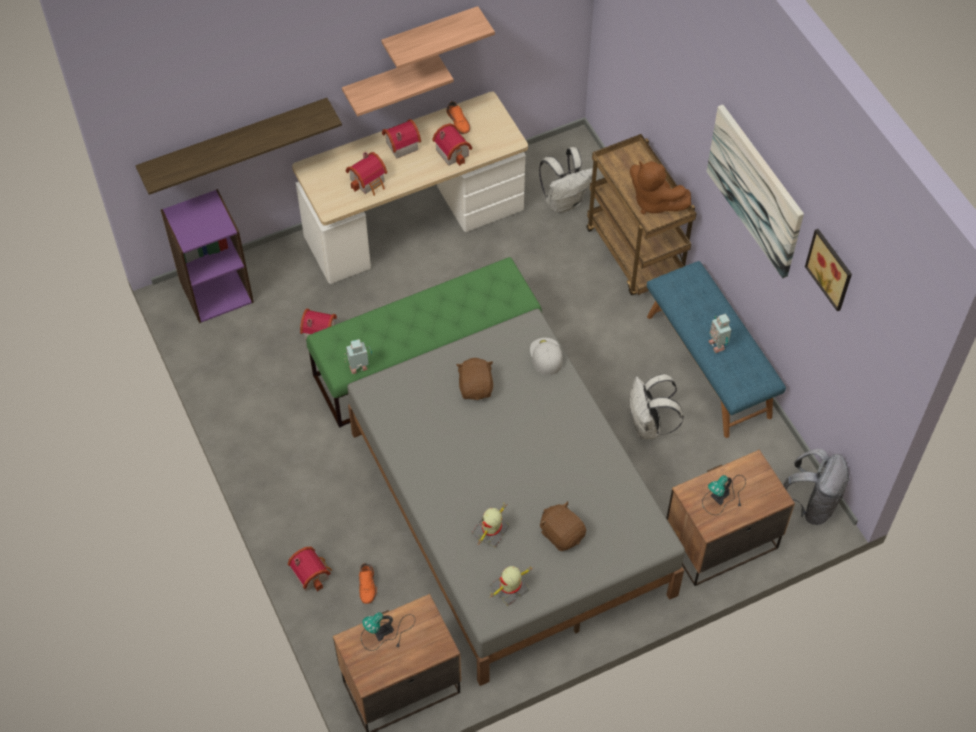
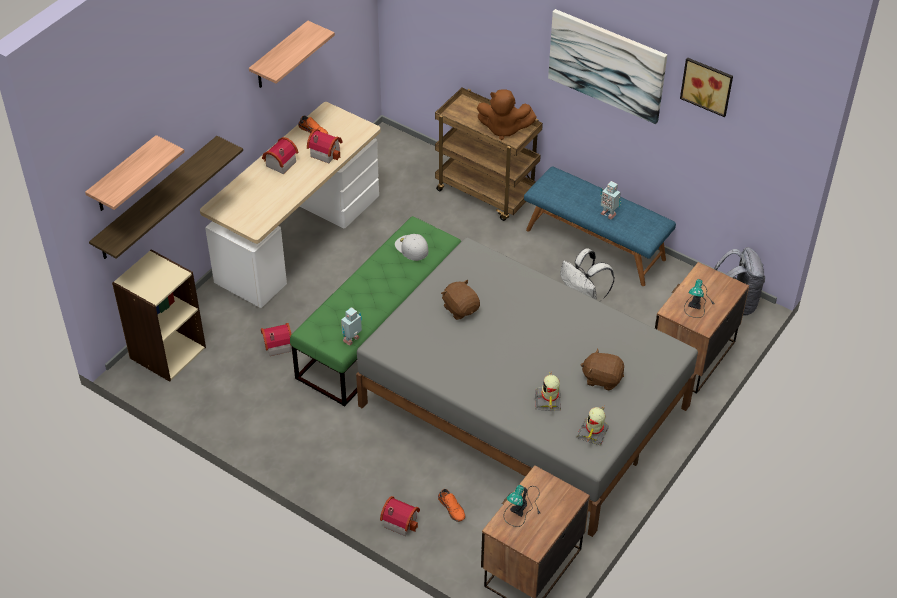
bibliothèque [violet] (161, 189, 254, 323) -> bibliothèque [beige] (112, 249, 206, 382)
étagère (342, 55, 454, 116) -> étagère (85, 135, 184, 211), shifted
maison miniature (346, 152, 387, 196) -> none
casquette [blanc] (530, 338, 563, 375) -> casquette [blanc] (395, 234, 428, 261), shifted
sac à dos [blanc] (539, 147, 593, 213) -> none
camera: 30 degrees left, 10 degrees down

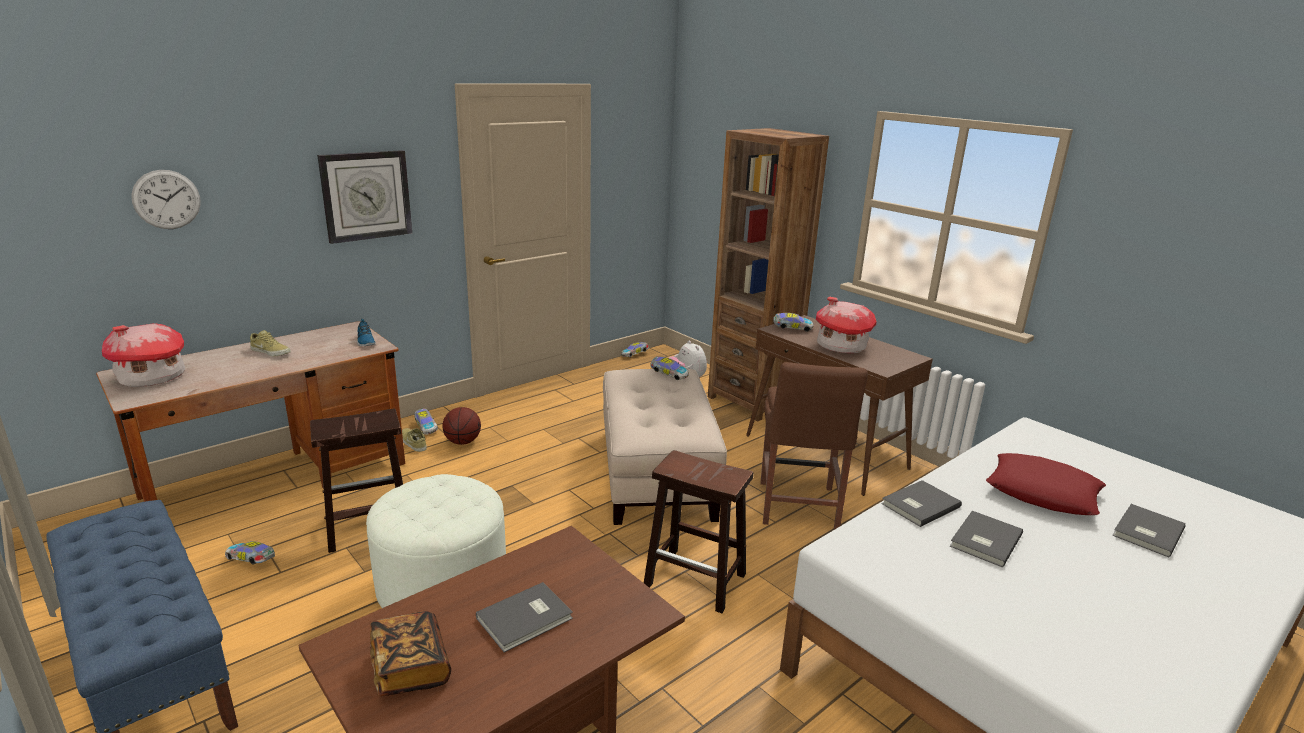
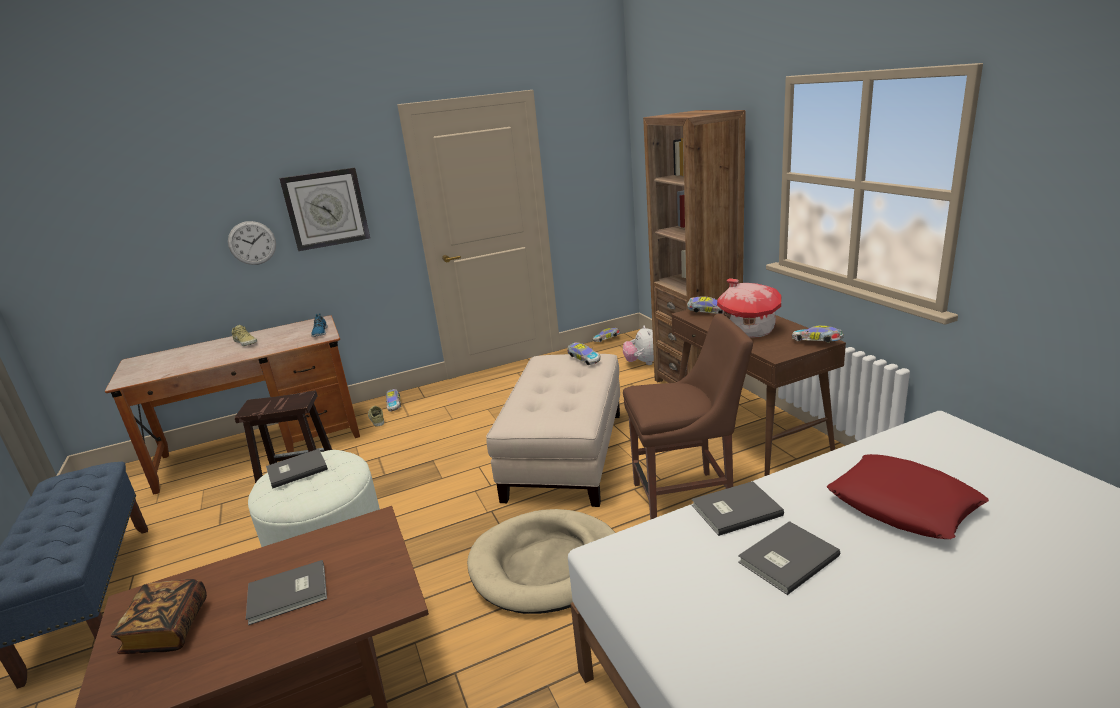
maison miniature (102, 323, 185, 387) -> none
horloge murale (131, 170, 201, 229) -> horloge murale (228, 221, 276, 265), shifted
petite voiture (225, 541, 275, 565) -> petite voiture (792, 325, 844, 343), shifted
ballon de basket (442, 407, 481, 445) -> none
tabouret [marron] (644, 450, 753, 613) -> panier pour chien [beige] (467, 509, 615, 614)
chaise [marron] (761, 362, 868, 530) -> chaise [marron] (623, 314, 753, 520), 120 degrees counterclockwise
livre [gris] (1112, 504, 1185, 557) -> livre [gris] (266, 449, 328, 489), shifted
camera: 20 degrees right, 0 degrees up

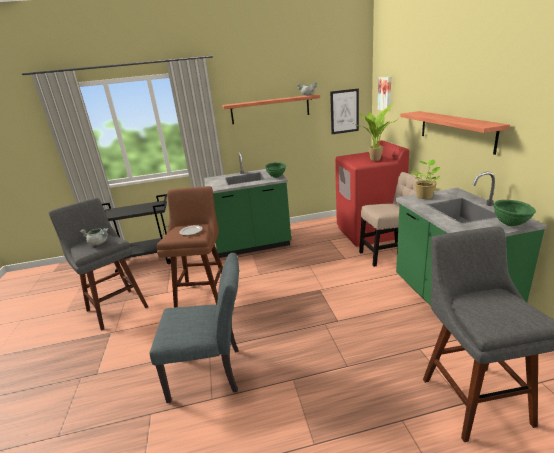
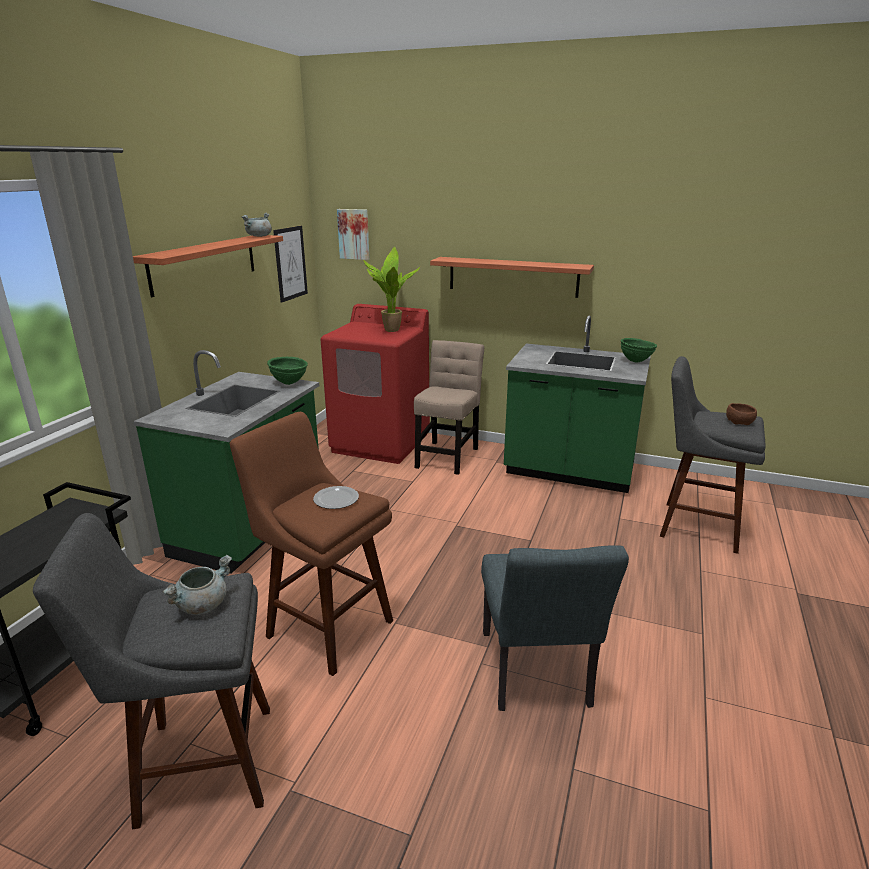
chaise [gris] (150, 253, 239, 403) -> chaise [gris] (481, 545, 629, 711), 150 degrees clockwise
plante en pot (411, 160, 440, 199) -> none
none -> bol [marron] (726, 403, 757, 425)
camera: 60 degrees left, 0 degrees up

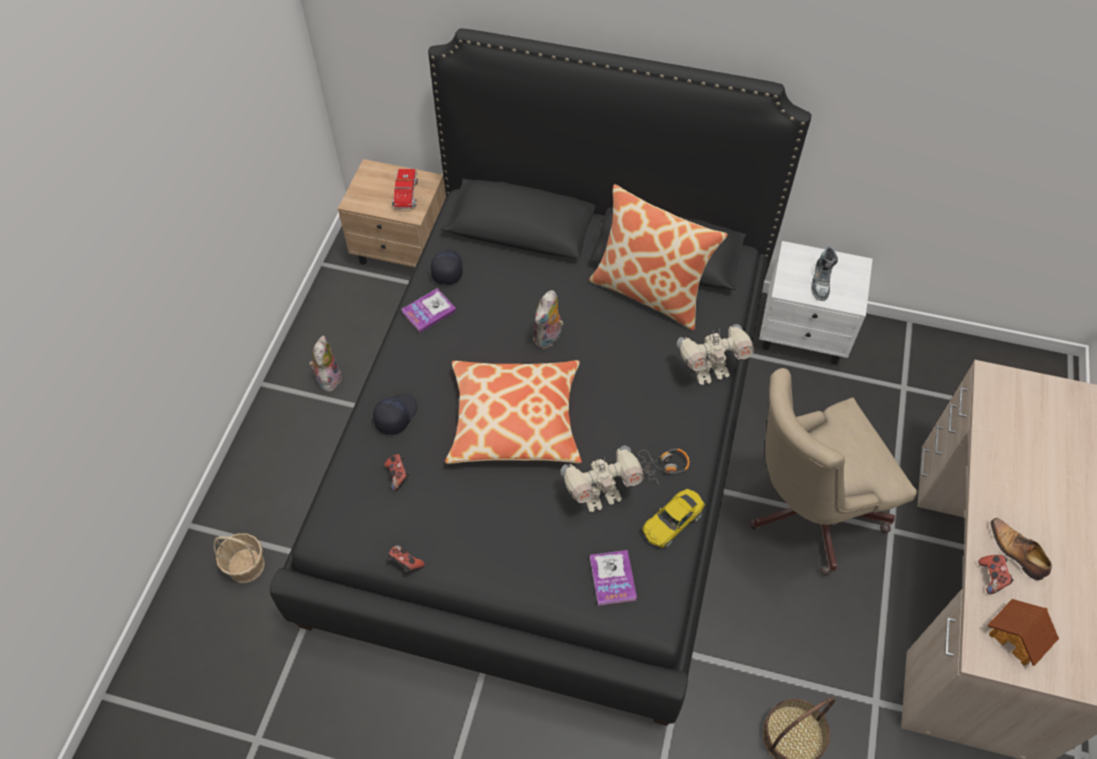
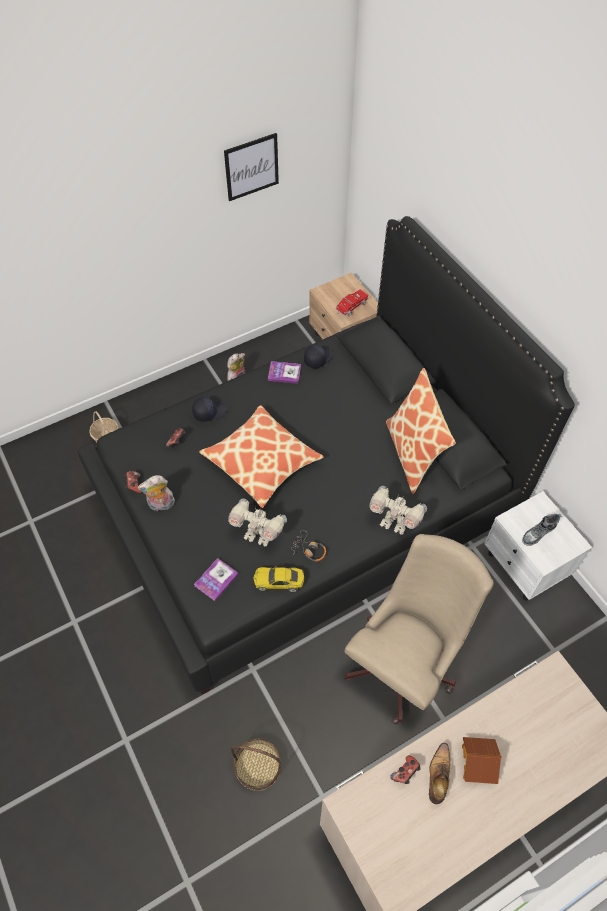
peluche (533, 290, 563, 349) -> peluche (137, 475, 175, 511), shifted
chaise de bureau [beige] (750, 368, 917, 576) -> chaise de bureau [beige] (343, 534, 494, 725), 105 degrees clockwise
maison miniature (988, 599, 1059, 666) -> maison miniature (462, 737, 502, 784), shifted
none -> tableau (224, 133, 279, 201)
camera: 45 degrees right, 0 degrees up

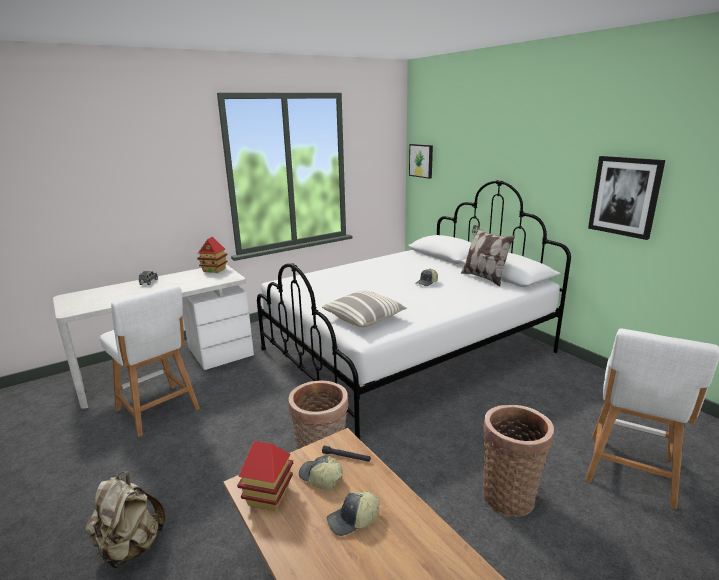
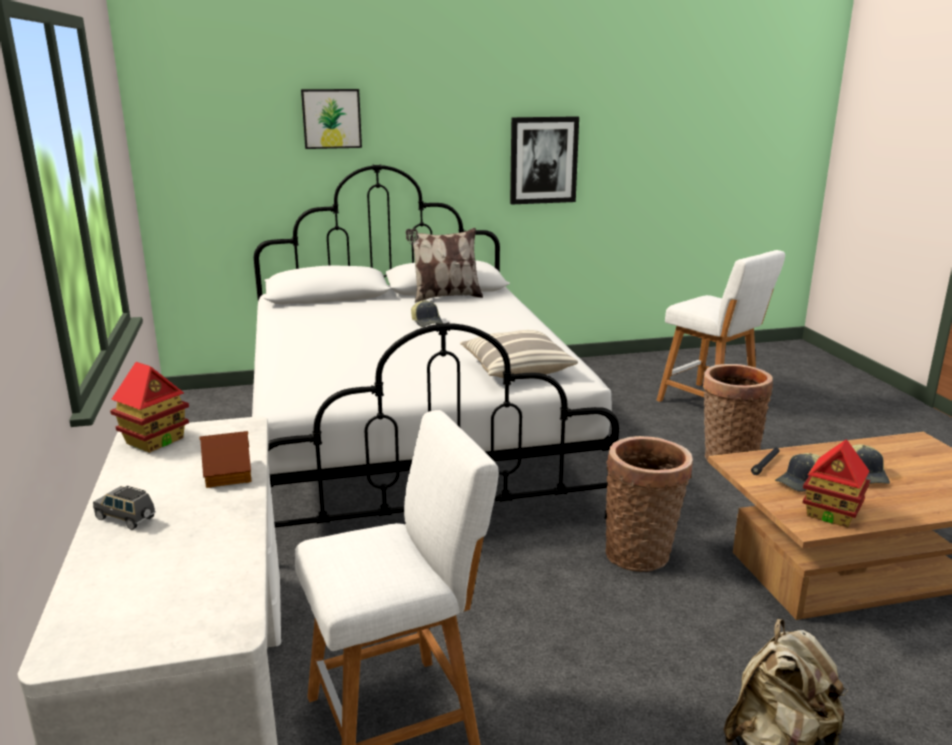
tableau (409, 144, 433, 179) -> tableau (301, 89, 362, 149), shifted
none -> maison miniature (199, 431, 252, 488)
camera: 70 degrees left, 0 degrees up

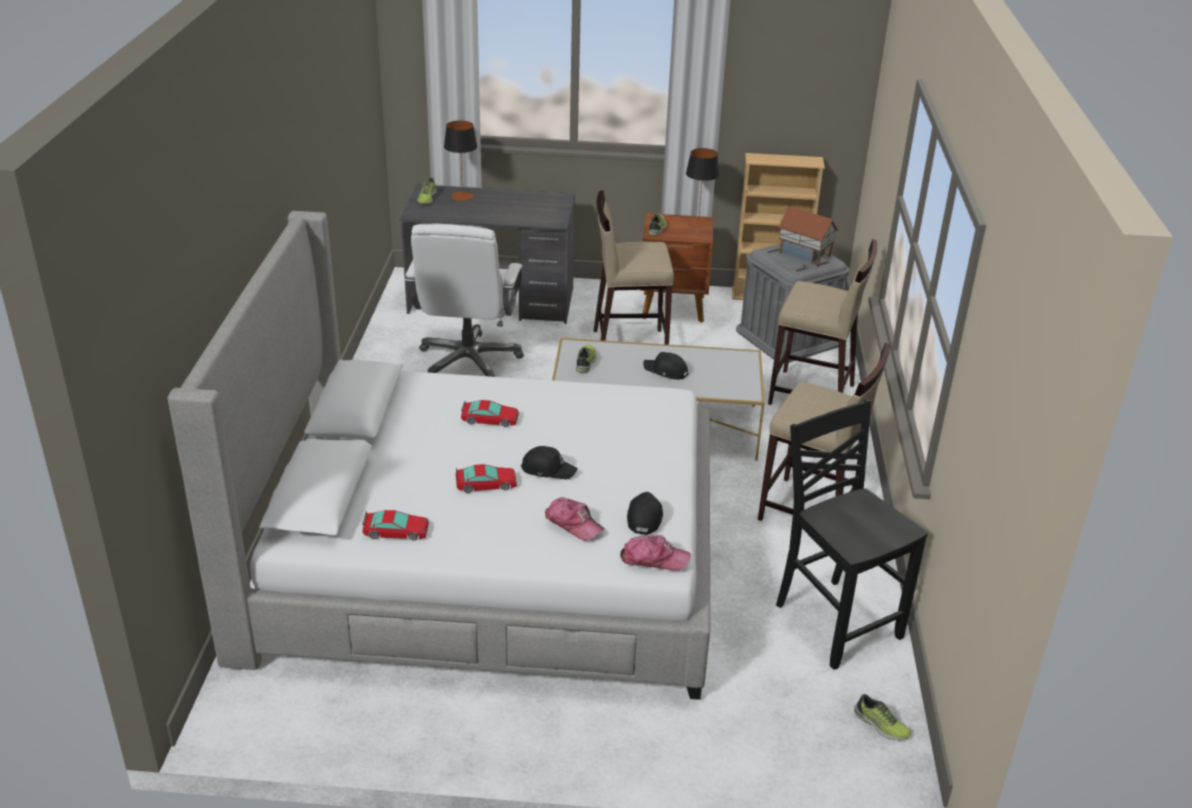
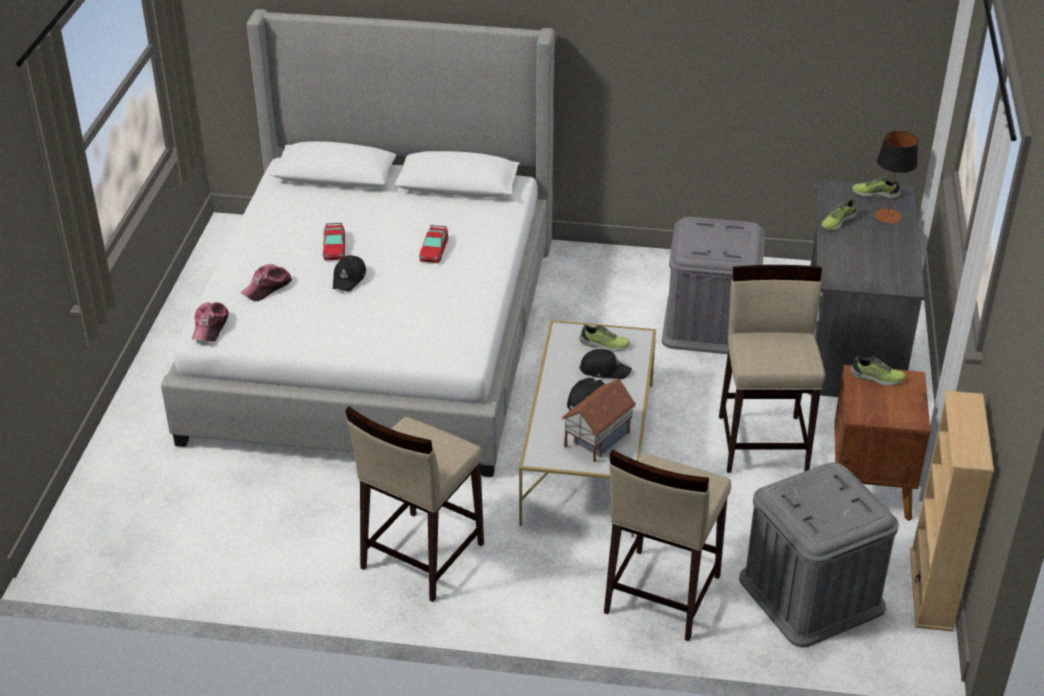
petite voiture (362, 510, 429, 541) -> none
chaise de bureau [blanc] (405, 224, 524, 377) -> boîte de rangement [gris] (662, 217, 765, 354)
casquette [noir] (627, 492, 663, 535) -> casquette [noir] (579, 349, 632, 379), shifted
lampe de table (686, 148, 719, 228) -> none
chaise [noir] (776, 399, 928, 670) -> none
maison miniature (778, 206, 839, 267) -> maison miniature (561, 379, 636, 462), shifted
chaussure (854, 694, 911, 740) -> chaussure (821, 199, 857, 230), shifted
camera: 95 degrees right, 5 degrees up

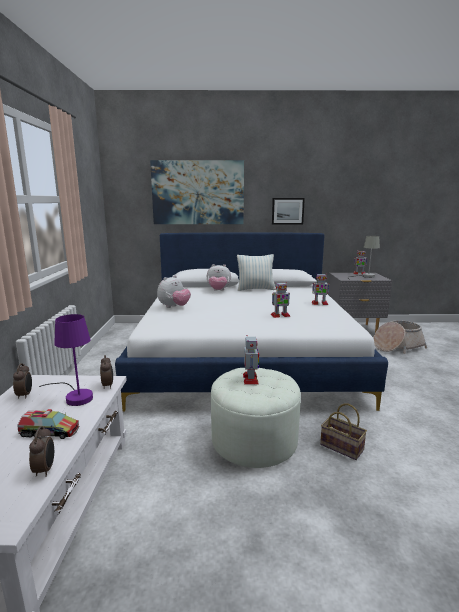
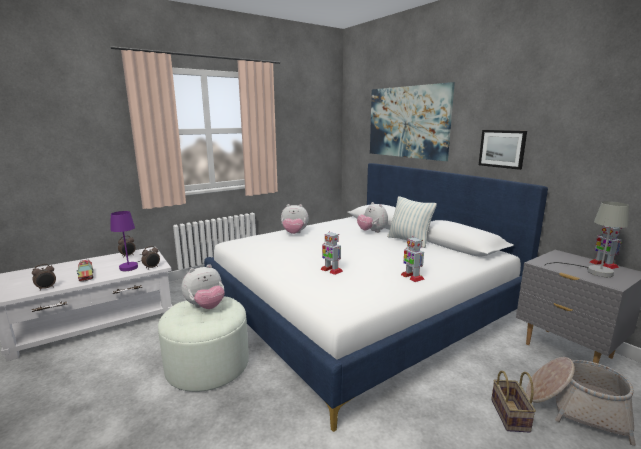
robot jouet (243, 335, 259, 384) -> peluche (182, 264, 225, 309)
panier (320, 403, 367, 460) -> panier (491, 371, 536, 432), shifted
camera: 55 degrees right, 0 degrees up

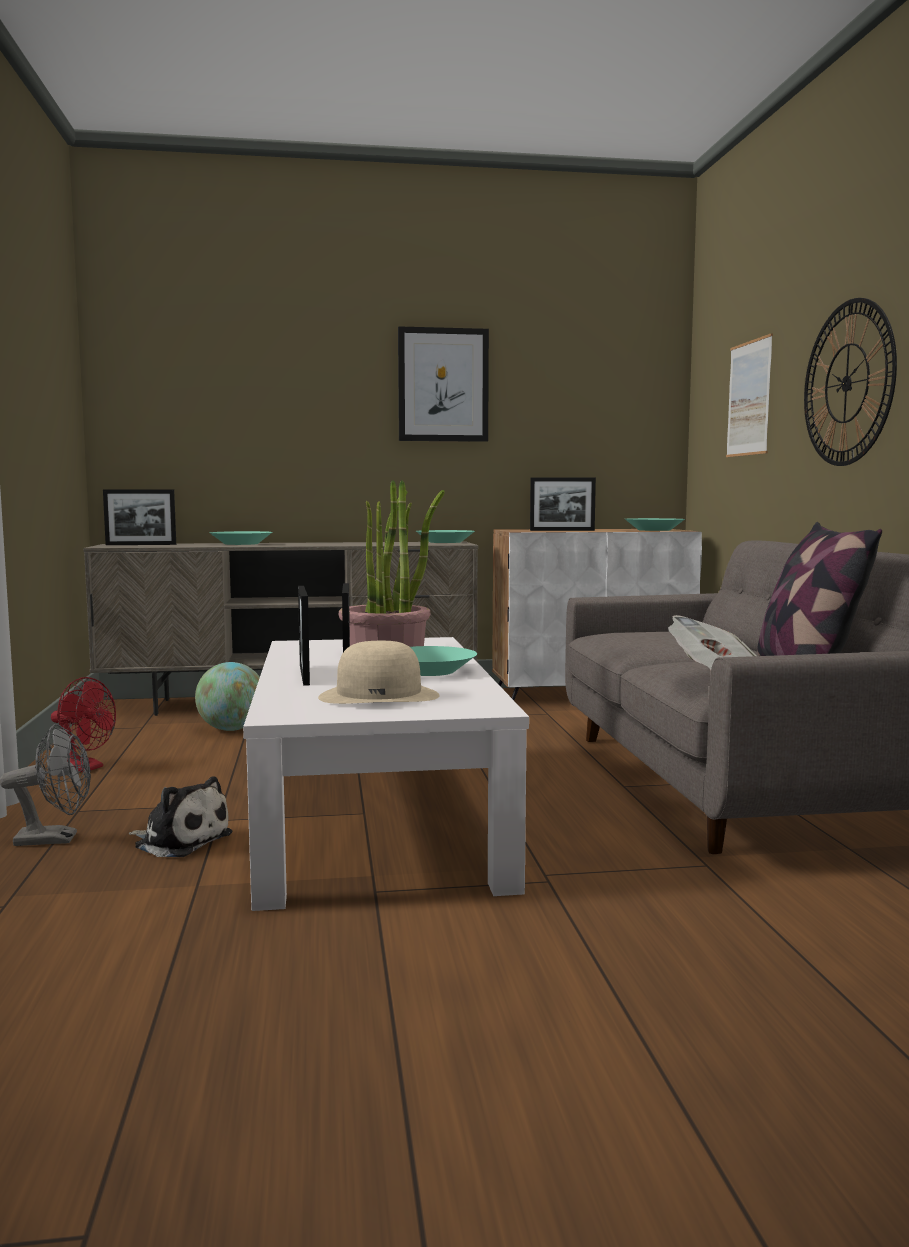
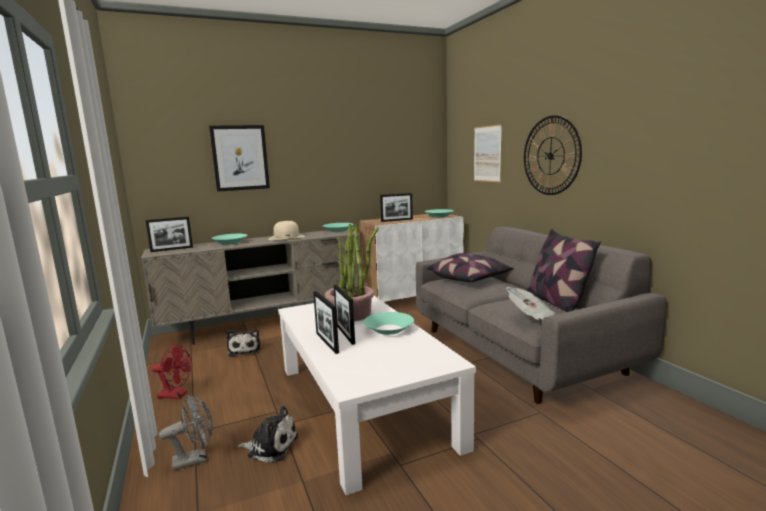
globe (195, 662, 260, 731) -> peluche (227, 329, 261, 357)
chapeau [beige] (318, 641, 440, 704) -> chapeau [beige] (268, 221, 305, 240), shifted
tableau (398, 326, 489, 442) -> tableau (209, 125, 270, 192), shifted
none -> coussin (427, 253, 514, 282)
camera: 15 degrees left, 5 degrees up

